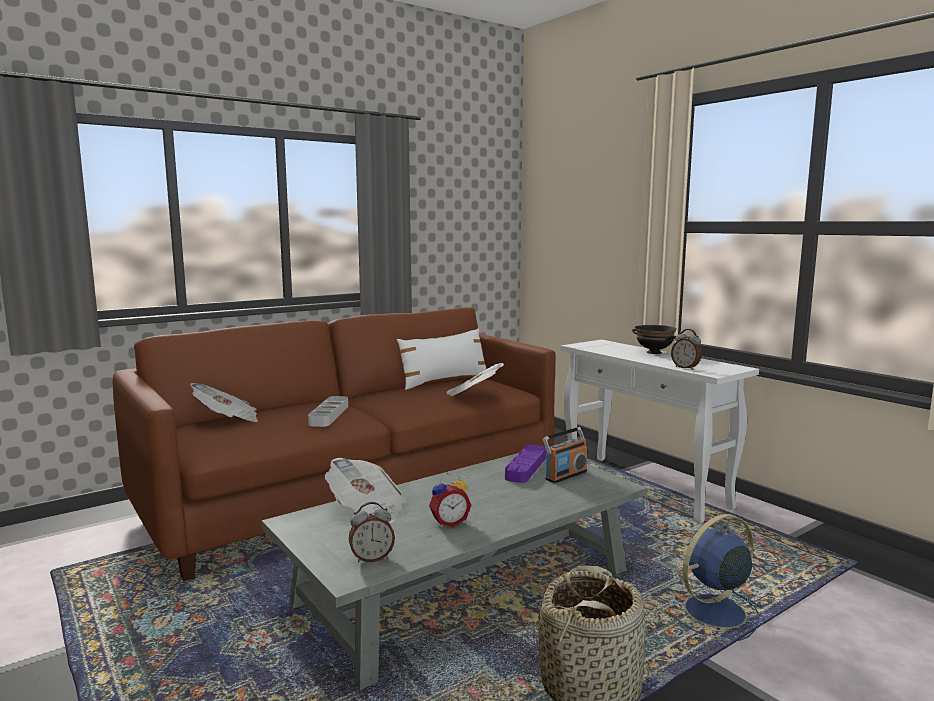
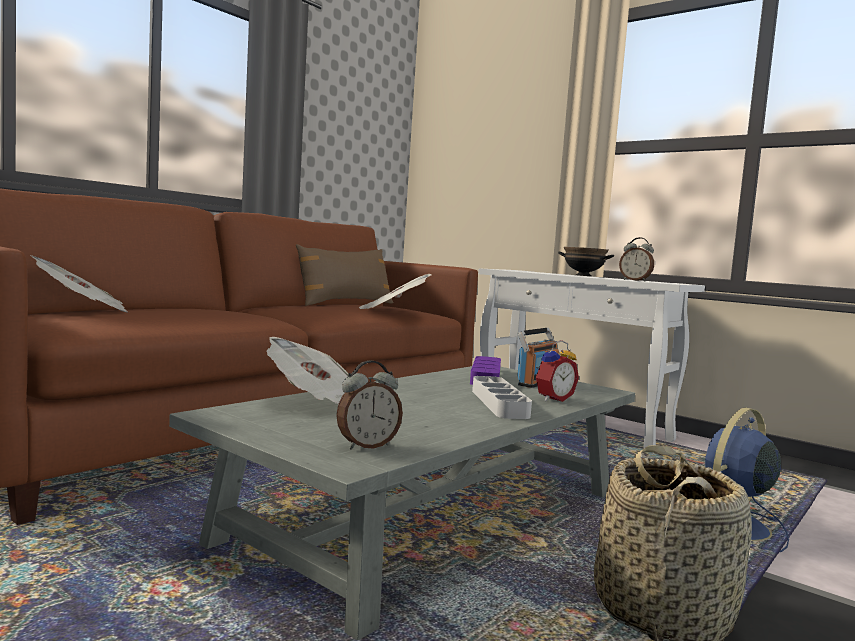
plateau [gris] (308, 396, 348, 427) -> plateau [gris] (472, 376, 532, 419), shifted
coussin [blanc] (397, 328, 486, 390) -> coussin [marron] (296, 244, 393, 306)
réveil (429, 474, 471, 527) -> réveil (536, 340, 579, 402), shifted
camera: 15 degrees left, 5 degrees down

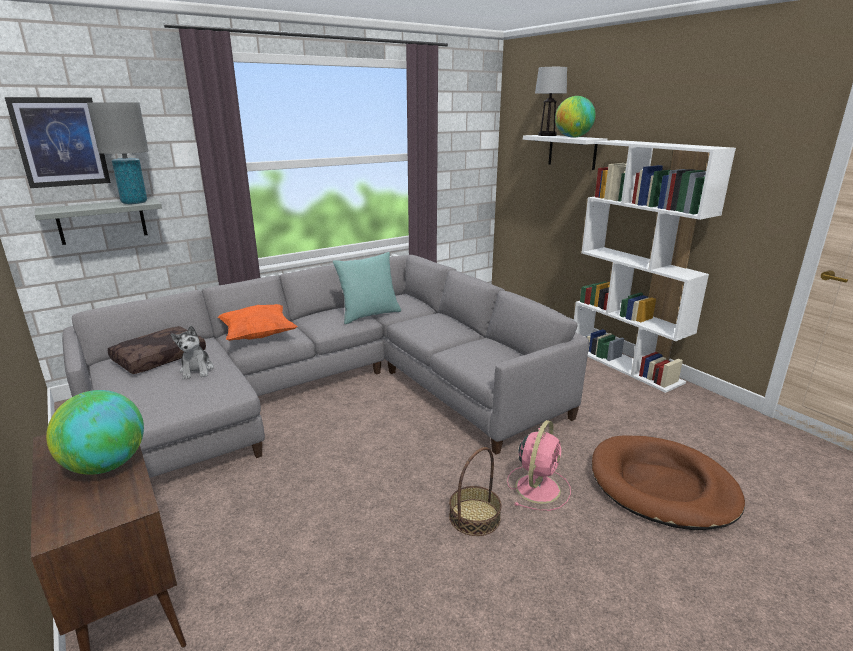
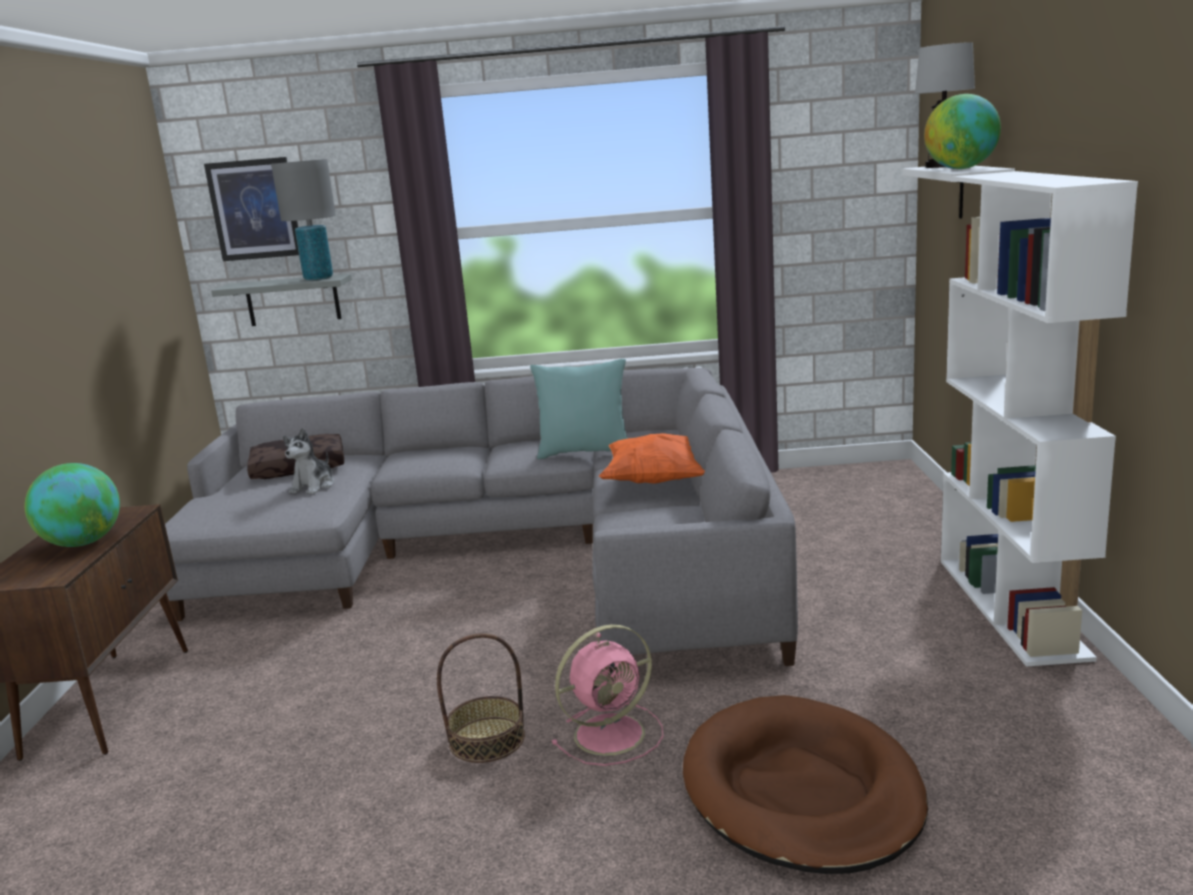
coussin [orange] (218, 304, 298, 341) -> coussin [orange] (599, 433, 705, 484), shifted
camera: 35 degrees right, 5 degrees down

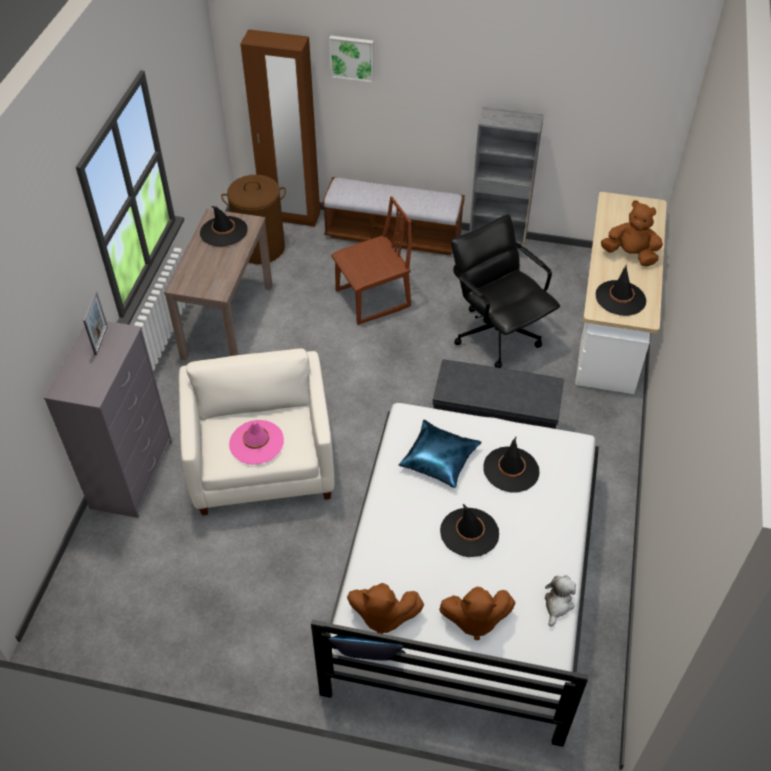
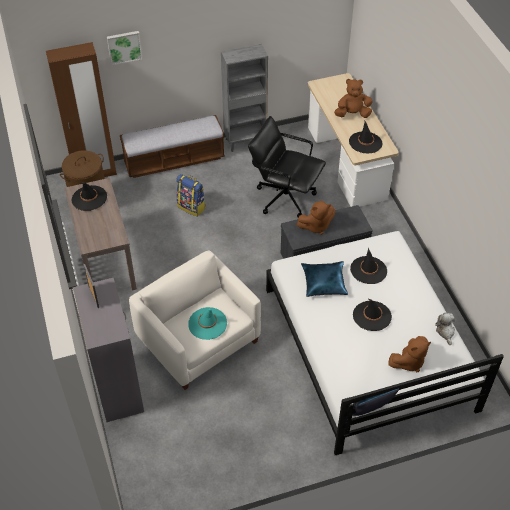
chapeau [rose] (229, 420, 284, 465) -> chapeau [turquoise] (188, 307, 227, 340)
chaise [marron] (331, 196, 412, 325) -> sac à dos (176, 174, 206, 217)
peluche [marron] (347, 583, 424, 634) -> peluche [marron] (297, 201, 336, 235), shifted
camera: 30 degrees left, 0 degrees up

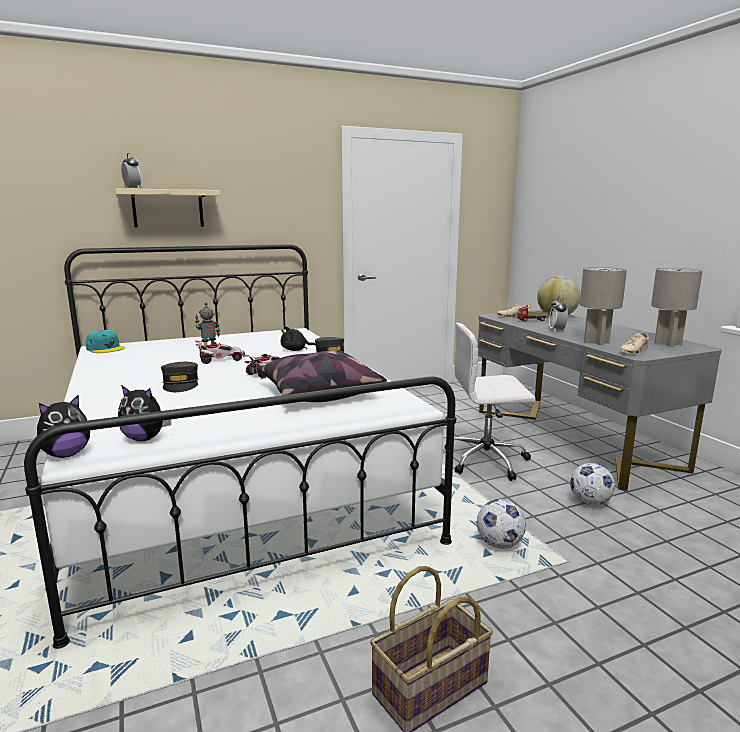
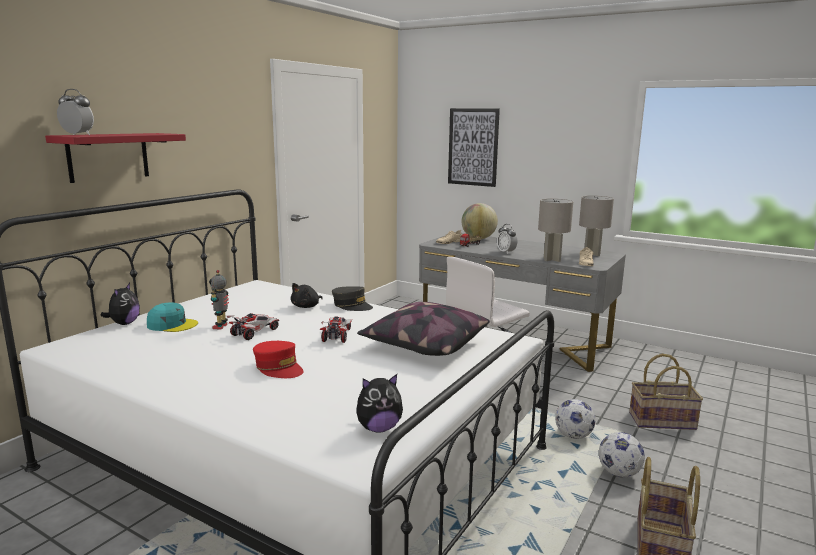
peluche (37, 395, 90, 458) -> peluche (100, 283, 140, 325), shifted
casquette [turquoise] (86, 330, 125, 353) -> casquette [turquoise] (147, 302, 198, 332), shifted
étagère [beige] (115, 188, 220, 227) -> étagère [rouge] (45, 133, 186, 183)
casquette [gris] (161, 362, 198, 392) -> casquette [rouge] (253, 341, 304, 378)
ballon de foot (570, 463, 615, 505) -> ballon de foot (599, 432, 645, 478), shifted
none -> tableau (448, 108, 500, 187)
none -> panier (629, 354, 703, 430)
camera: 35 degrees left, 0 degrees up

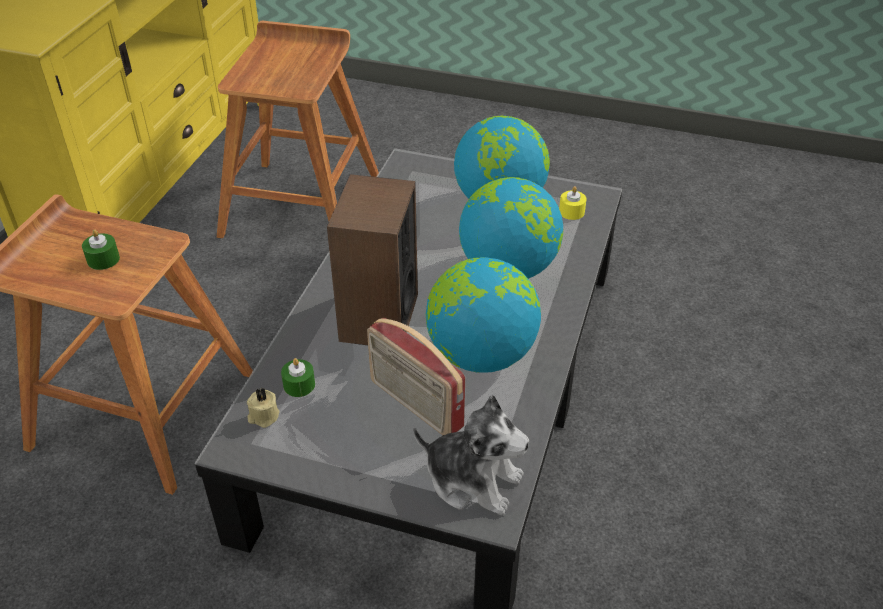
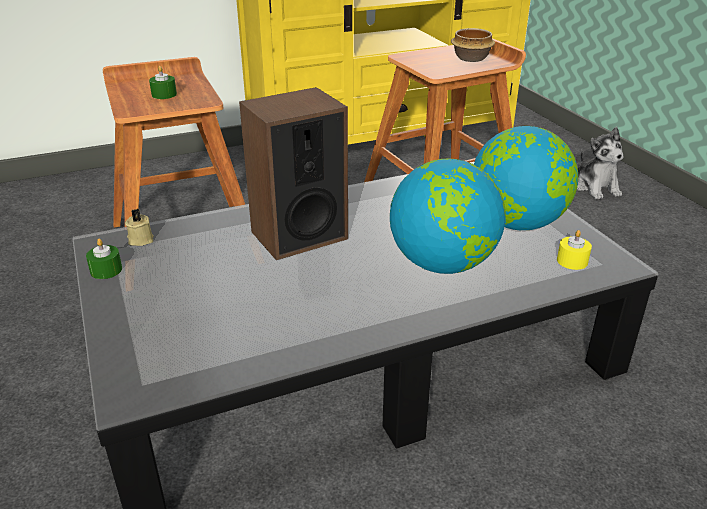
bougie [vert] (281, 358, 315, 397) -> bougie [vert] (86, 239, 122, 279), shifted
radio (367, 317, 465, 435) -> none
peluche (413, 395, 529, 516) -> peluche (577, 127, 624, 199), shifted
globe (426, 257, 541, 373) -> none
none -> bol (451, 28, 495, 62)
camera: 50 degrees right, 10 degrees down

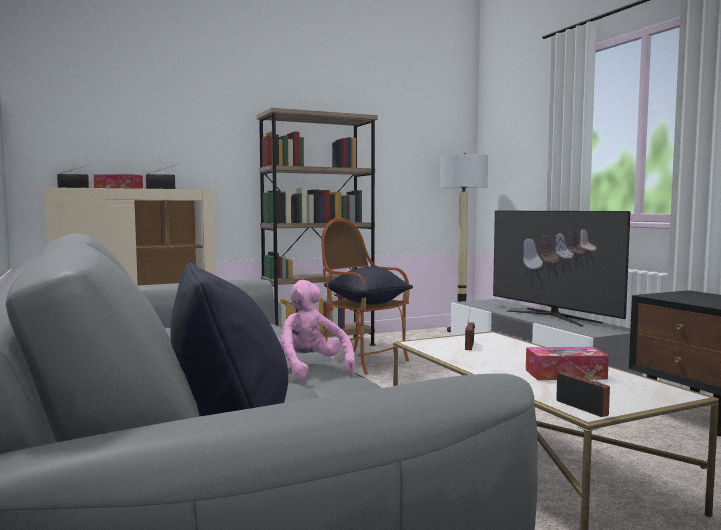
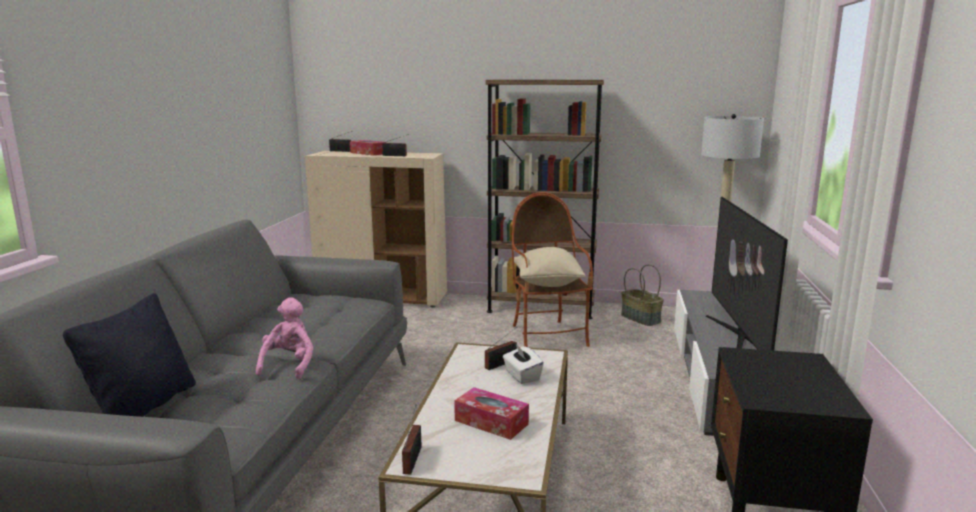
coussin [noir] (324, 266, 413, 305) -> coussin [beige] (514, 247, 586, 287)
none -> boîte à mouchoirs [blanc] (503, 343, 544, 384)
none -> panier (621, 264, 664, 326)
camera: 35 degrees right, 10 degrees up

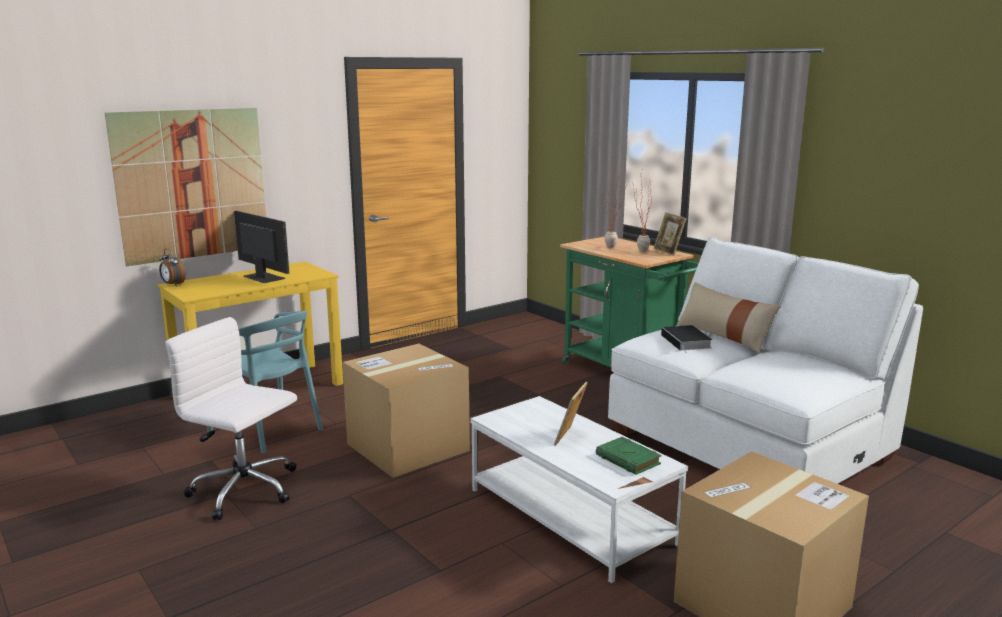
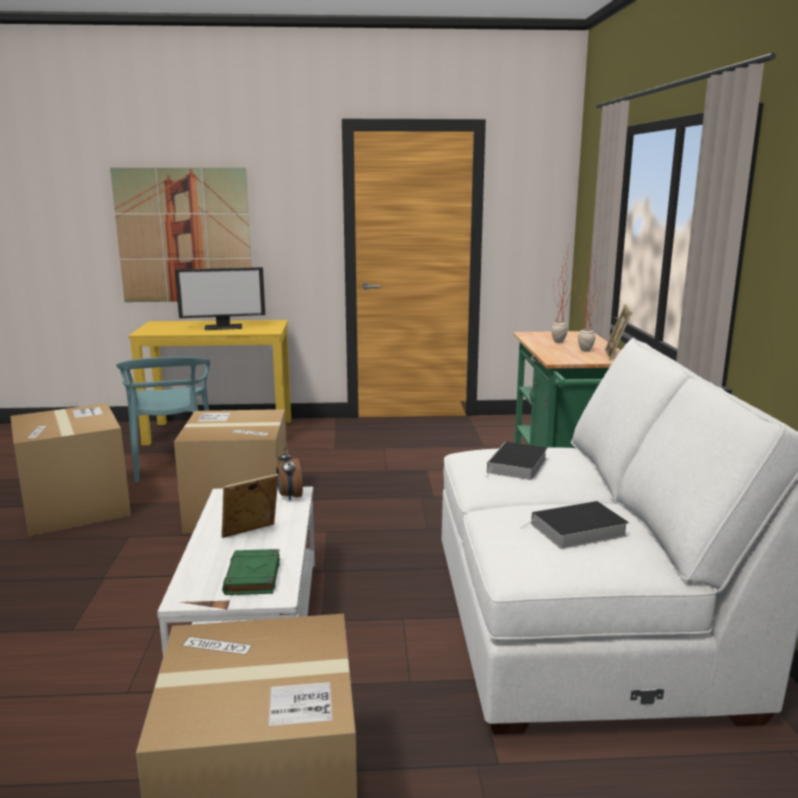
réveil (159, 249, 186, 286) -> réveil (276, 447, 303, 501), shifted
chaise de bureau [blanc] (165, 317, 297, 520) -> carton (11, 403, 131, 536)
écran d'ordinateur (234, 211, 289, 283) -> écran d'ordinateur (175, 267, 265, 330), 90 degrees clockwise
coussin [beige] (677, 282, 781, 353) -> none
none -> livre (521, 501, 629, 549)
camera: 35 degrees right, 0 degrees up

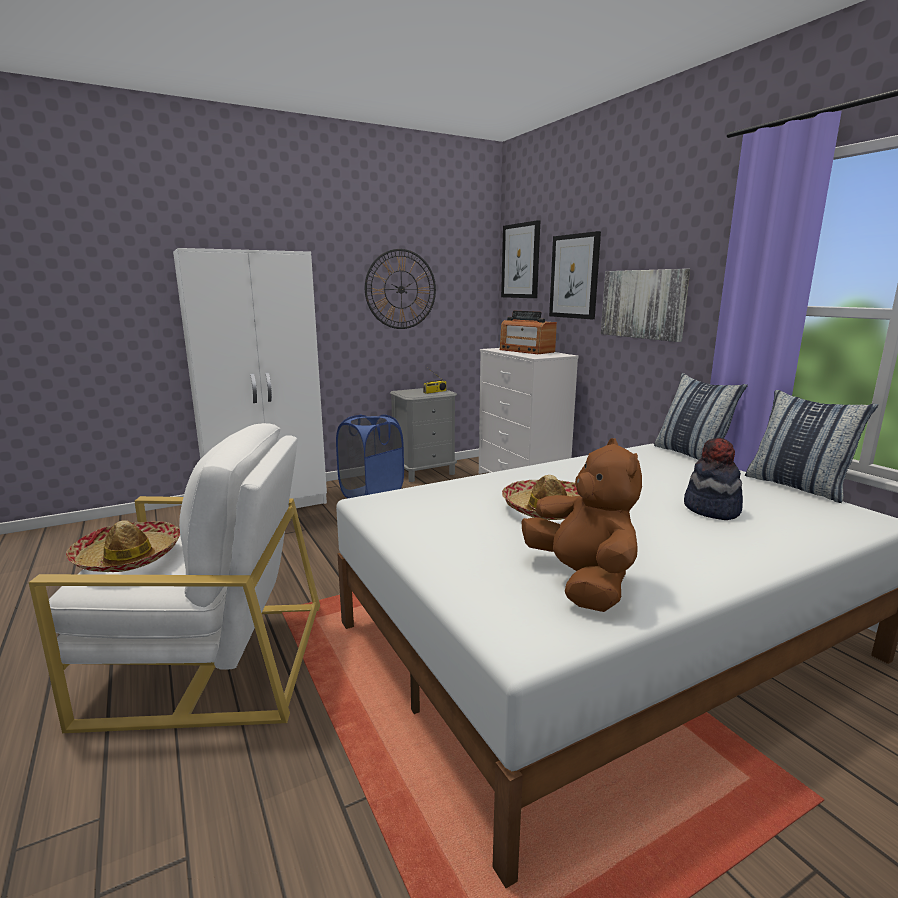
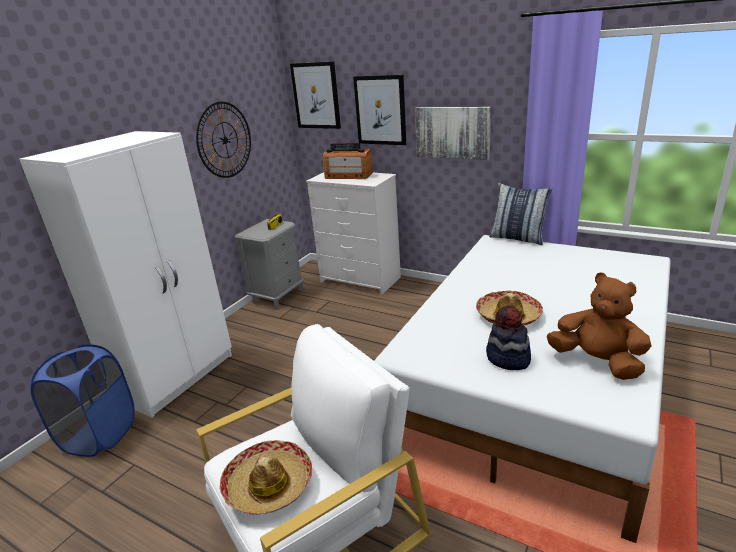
panier à linge [bleu] (336, 415, 404, 498) -> panier à linge [bleu] (31, 344, 135, 457), shifted
chapeau (684, 437, 743, 520) -> chapeau (486, 306, 531, 370), shifted
coussin (745, 390, 878, 503) -> none
camera: 30 degrees left, 10 degrees up

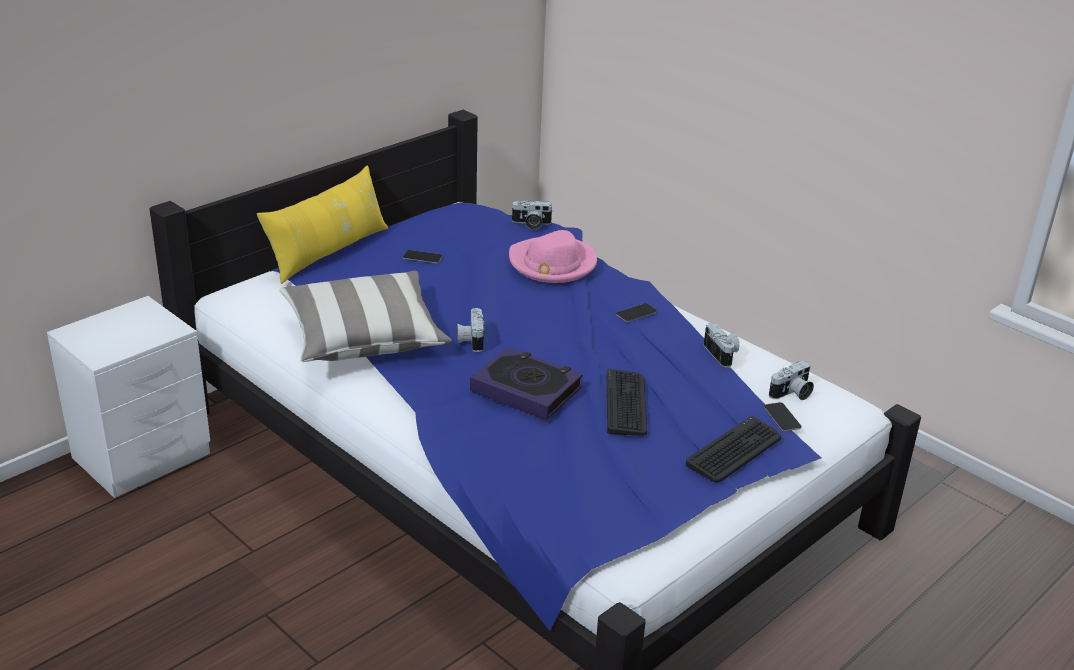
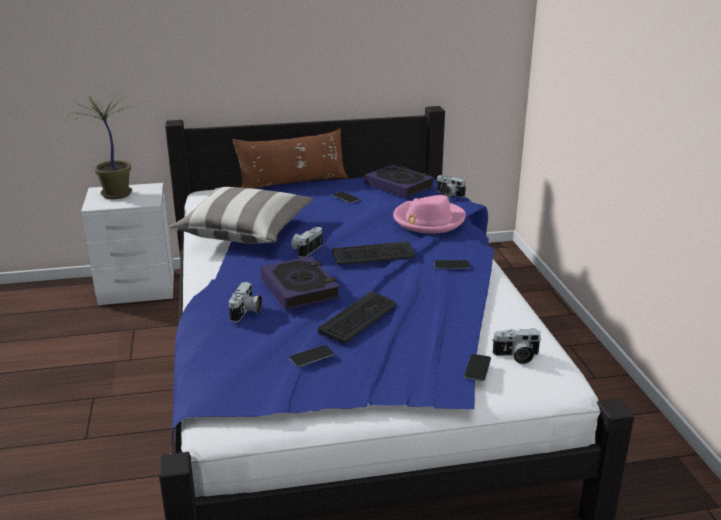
coussin [jaune] (257, 165, 388, 284) -> coussin [marron] (233, 128, 348, 189)
clavier (685, 416, 781, 482) -> clavier (333, 242, 415, 265), shifted
appareil photo (703, 323, 739, 368) -> appareil photo (229, 282, 262, 322), shifted
none -> plante en pot (68, 94, 135, 199)
none -> téléphone (289, 345, 334, 367)
none -> livre (365, 165, 435, 198)
camera: 35 degrees right, 5 degrees down

